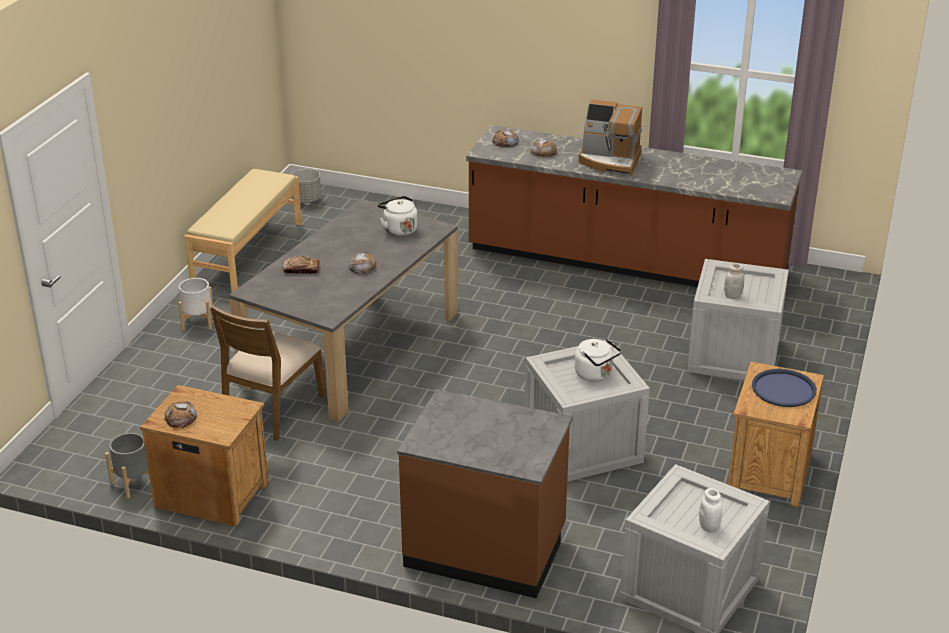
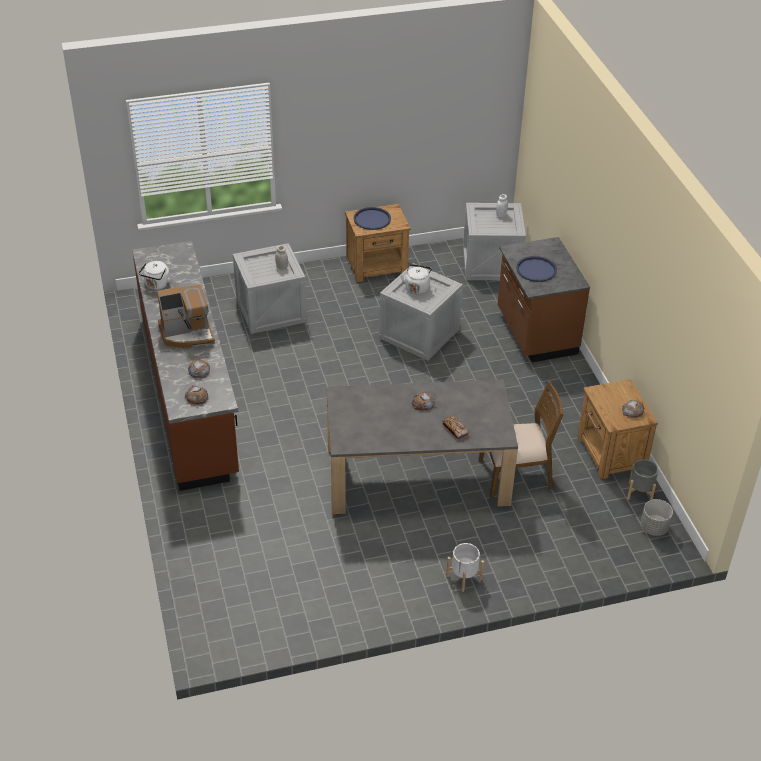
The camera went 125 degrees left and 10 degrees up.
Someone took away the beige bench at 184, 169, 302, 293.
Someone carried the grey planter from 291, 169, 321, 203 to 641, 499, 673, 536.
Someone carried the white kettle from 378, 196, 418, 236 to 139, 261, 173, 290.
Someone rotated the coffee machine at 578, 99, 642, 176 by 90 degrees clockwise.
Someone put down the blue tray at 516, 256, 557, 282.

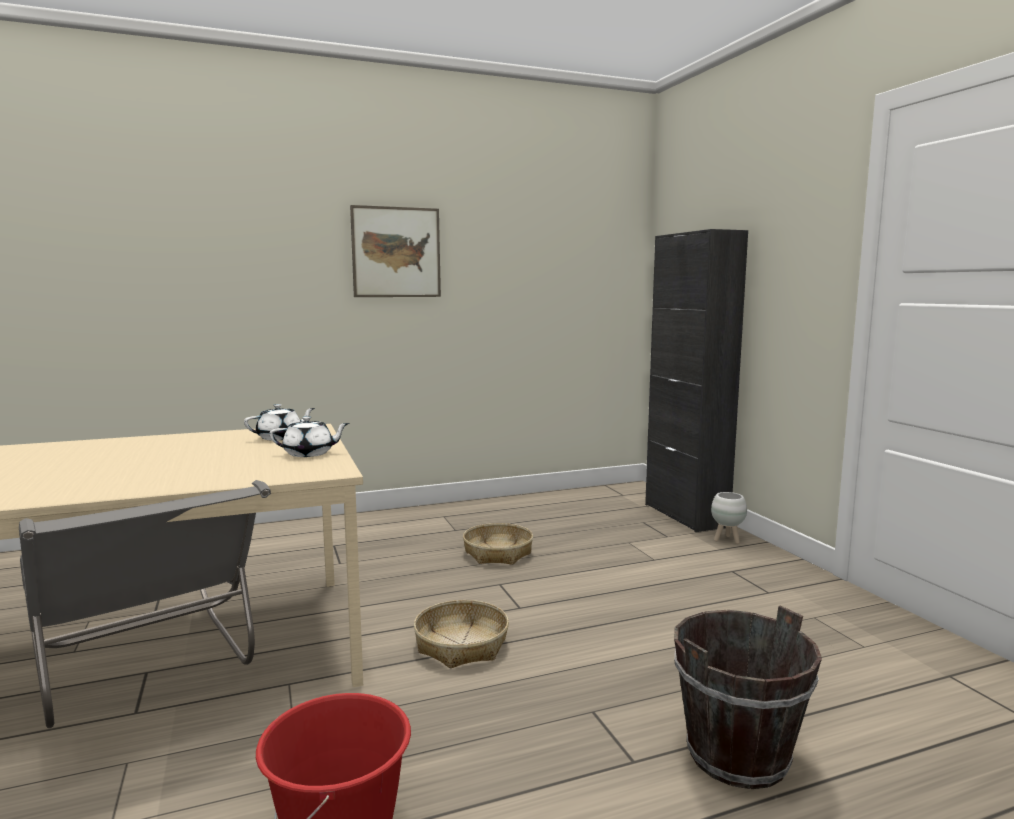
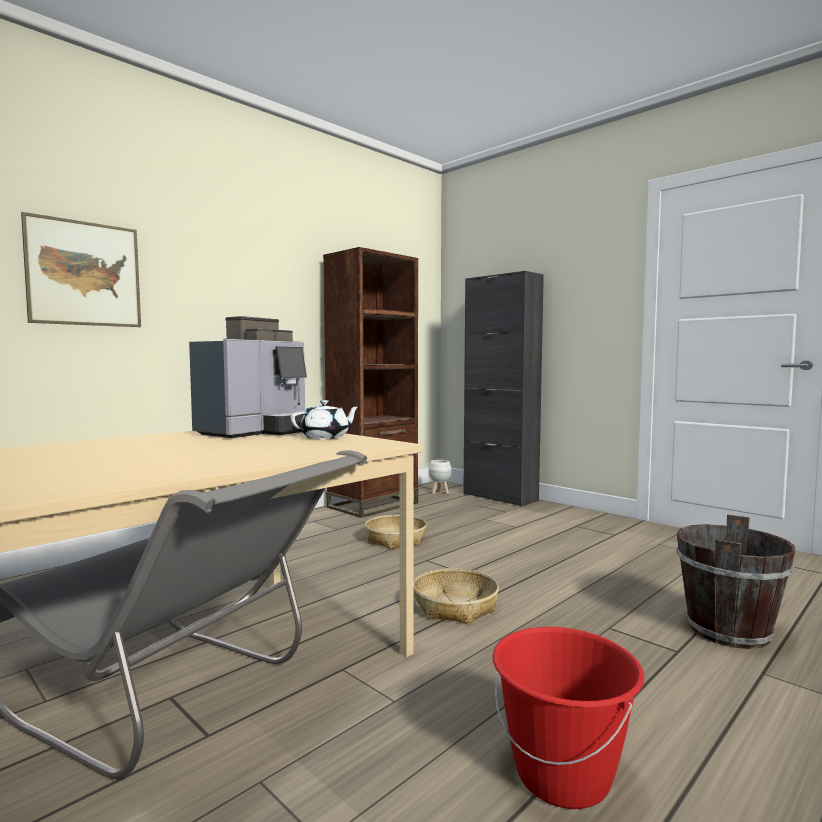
The camera went 25 degrees left and 5 degrees down.
Someone swapped the white teapot at 244, 404, 315, 441 for the coffee machine at 189, 316, 307, 438.
Someone carried the picture from 350, 205, 441, 297 to 21, 212, 141, 327.
Someone carried the white planter from 711, 492, 747, 544 to 428, 460, 452, 494.
Someone put down the brown bookcase at 323, 247, 418, 518.

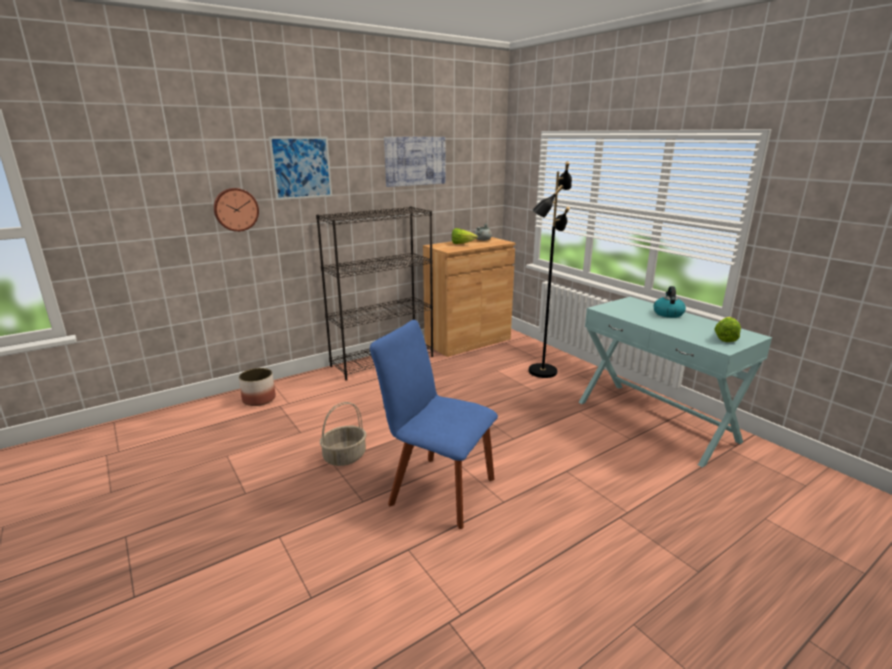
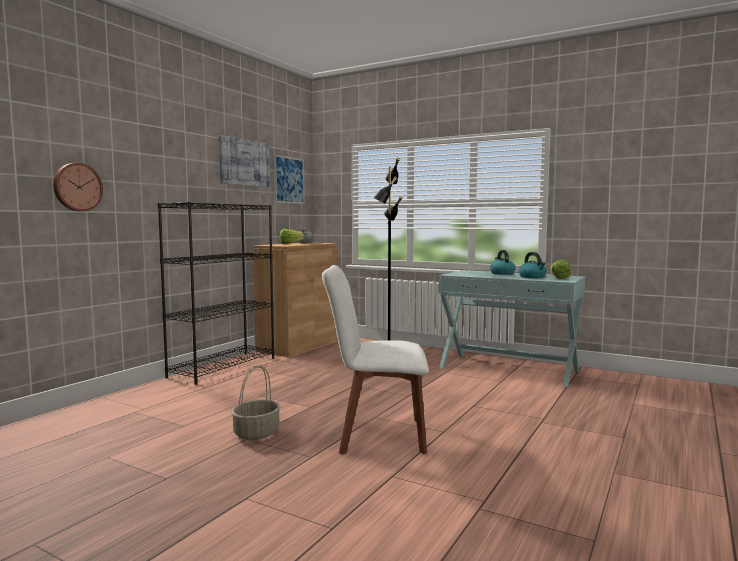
The camera went 25 degrees left and 15 degrees down.
Someone took away the planter at 239, 368, 276, 406.
Someone carried the picture from 269, 137, 332, 200 to 274, 155, 305, 204.
Someone repainted the blue chair at 370, 320, 498, 529, which became the white chair at 322, 265, 429, 455.
Someone put down the kettle at 519, 252, 546, 278.

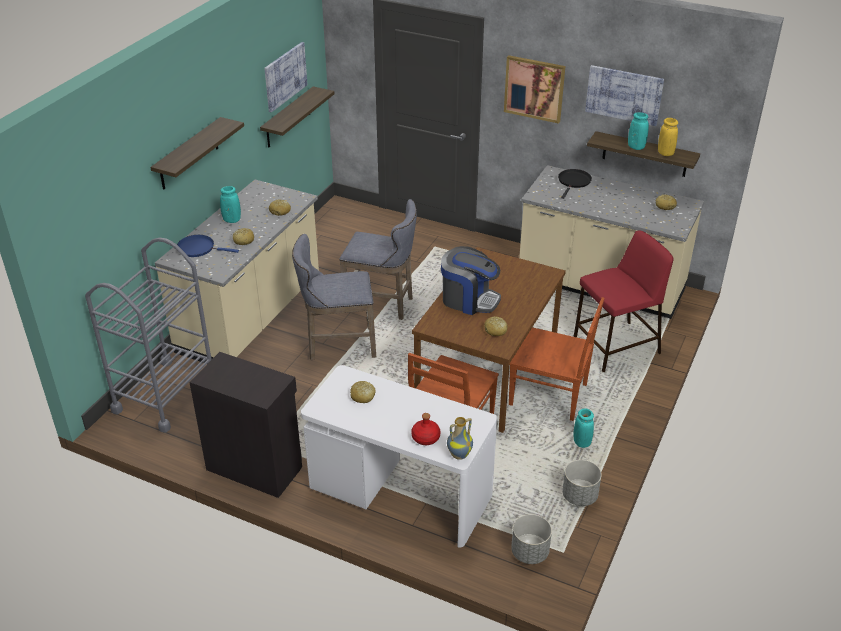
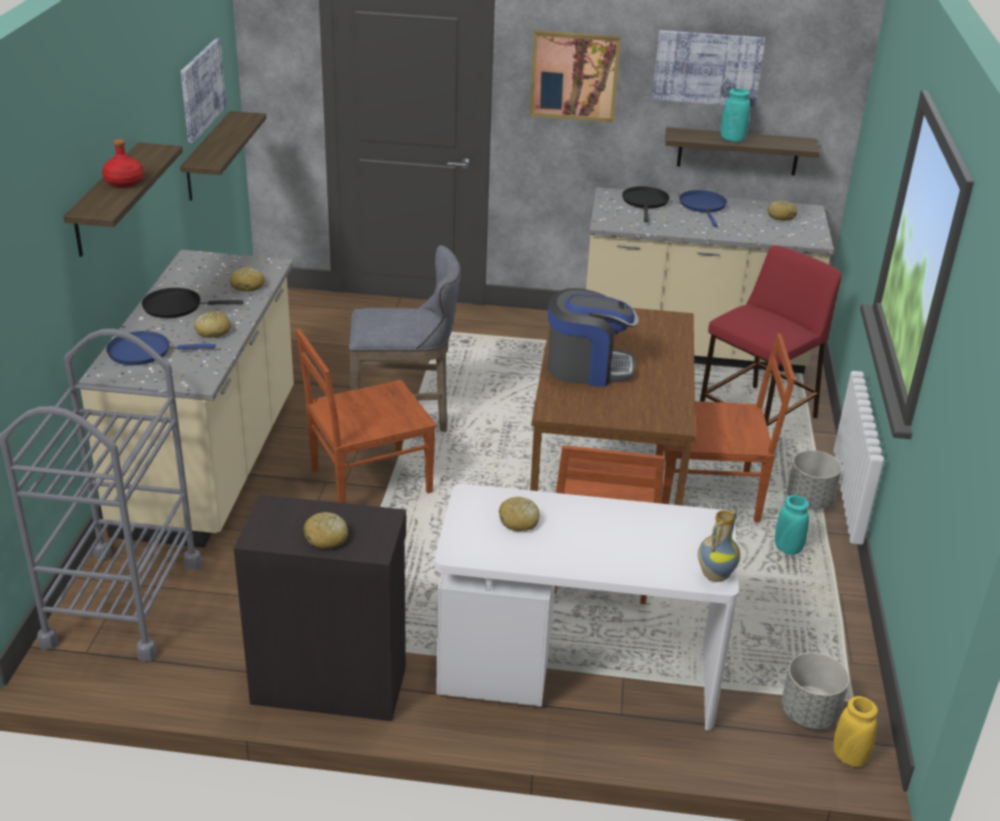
The camera went 20 degrees left and 5 degrees down.
Someone swapped the turquoise vase at 220, 186, 241, 223 for the black frying pan at 142, 288, 243, 318.
Someone swapped the grey stool at 292, 234, 376, 361 for the brown chair at 296, 329, 437, 503.
Someone carried the red bottle from 411, 413, 441, 445 to 102, 139, 144, 187.
Someone carried the bread from 484, 317, 507, 336 to 304, 512, 348, 549.
Someone carried the grey planter from 562, 460, 602, 506 to 787, 450, 842, 509.
Someone carried the yellow vase from 658, 118, 678, 156 to 834, 696, 878, 767.
Someone put down the blue frying pan at 679, 190, 727, 227.

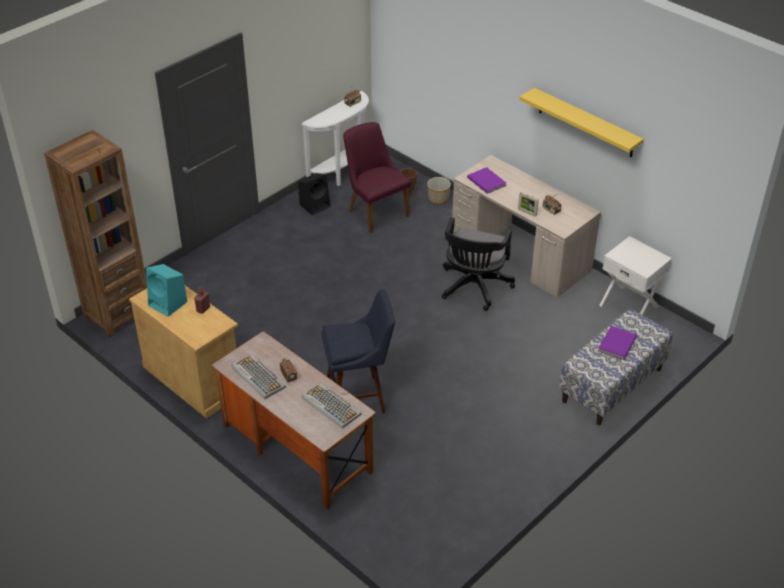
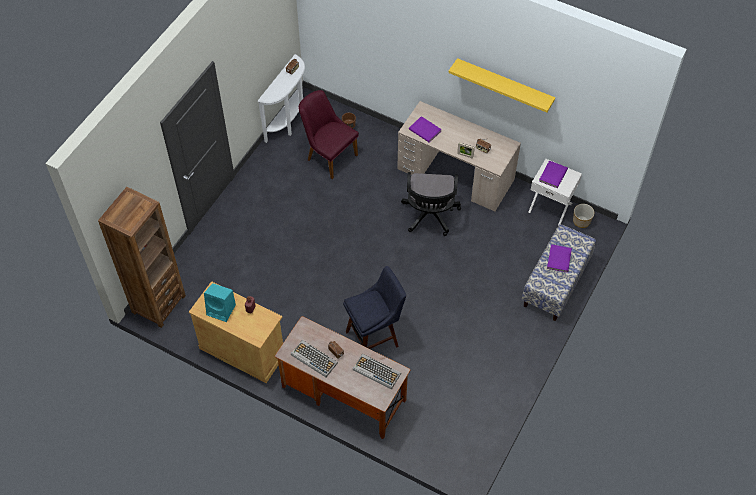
The camera went 15 degrees left and 15 degrees up.
Someone took away the black speaker at 298, 173, 331, 215.
Someone carried the planter from 427, 177, 451, 204 to 573, 204, 594, 228.
Someone put down the purple book at 539, 160, 568, 188.

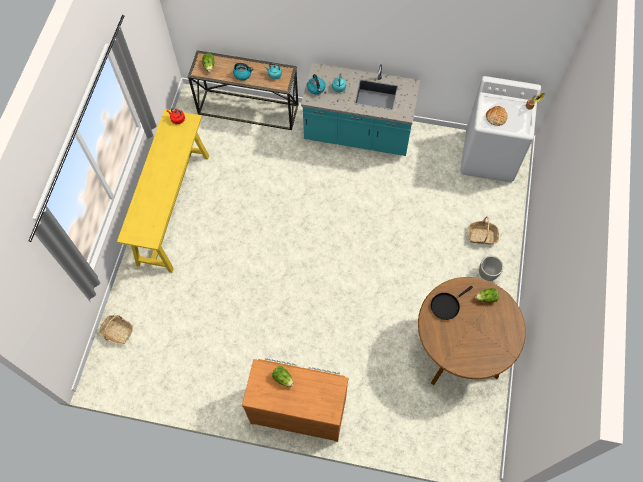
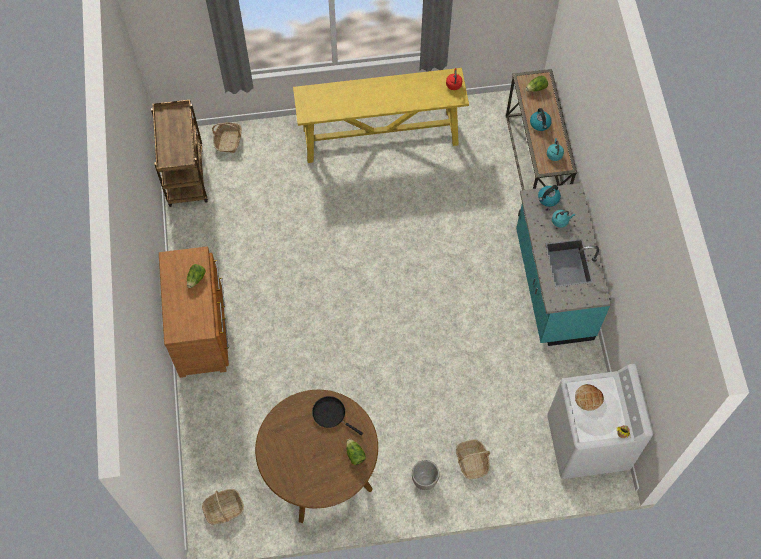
The camera went 70 degrees right and 0 degrees up.
Someone put down the brown cart at 151, 100, 208, 207.
Someone put down the basket at 202, 489, 244, 525.

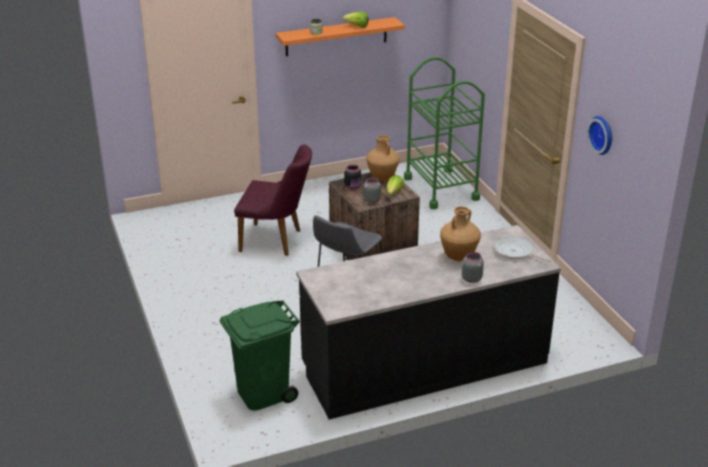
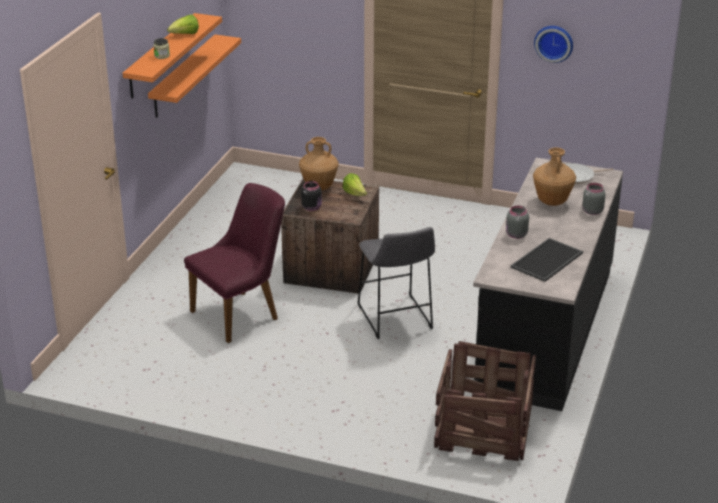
The camera went 50 degrees left and 0 degrees up.
Someone swapped the green trash can at 220, 301, 300, 411 for the crate at 434, 341, 536, 461.
Someone carried the grey jar from 364, 177, 381, 203 to 506, 206, 529, 239.
Someone took away the green cart at 404, 57, 485, 209.
Someone put up the orange shelf at 148, 34, 241, 118.
Someone put down the tray at 510, 238, 583, 282.

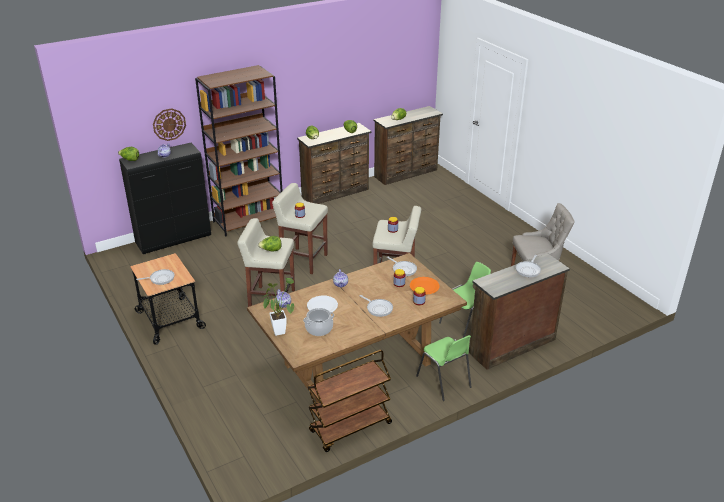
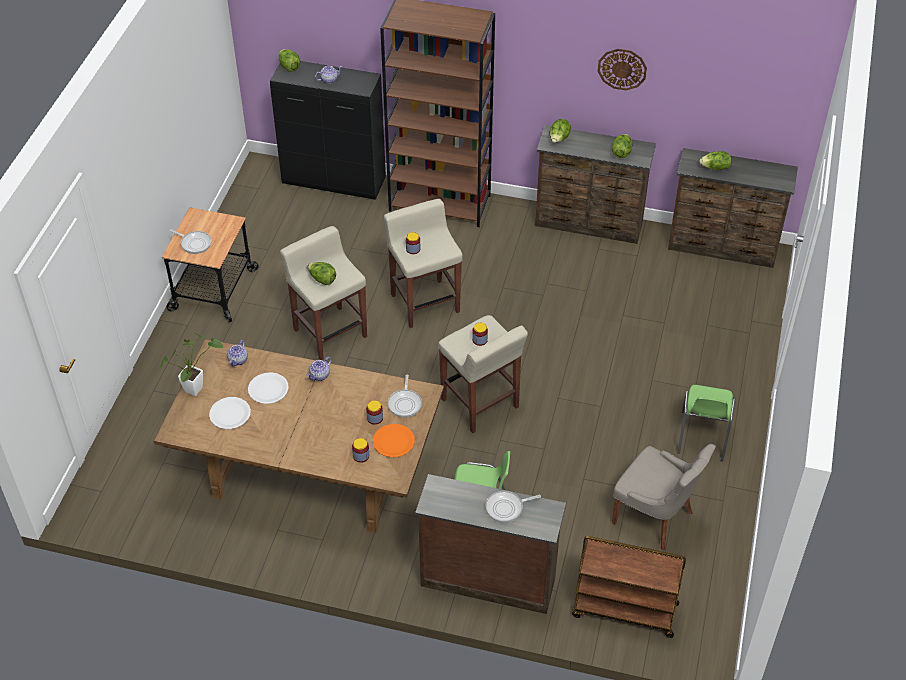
The camera went 45 degrees right and 15 degrees up.
Someone carried the wall clock from 153, 108, 186, 141 to 598, 49, 647, 90.
Someone swapped the cooking pot at 303, 308, 334, 336 for the white plate at 209, 397, 251, 429.
Someone carried the brown cart from 308, 350, 392, 452 to 572, 536, 686, 638.
Someone took away the frying pan at 360, 295, 393, 317.
Someone carried the green chair from 416, 335, 472, 401 to 678, 385, 736, 461.

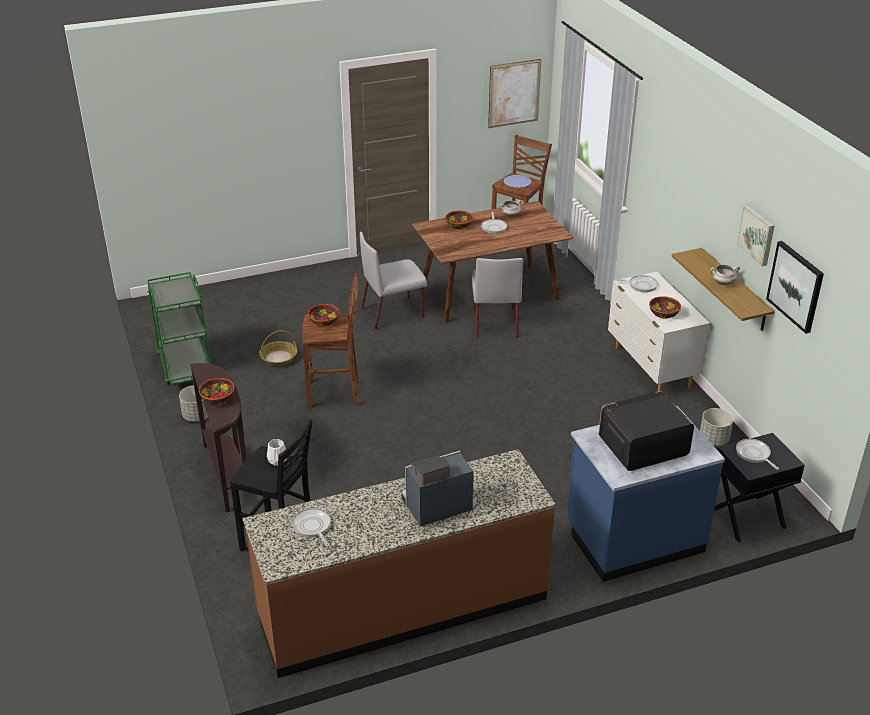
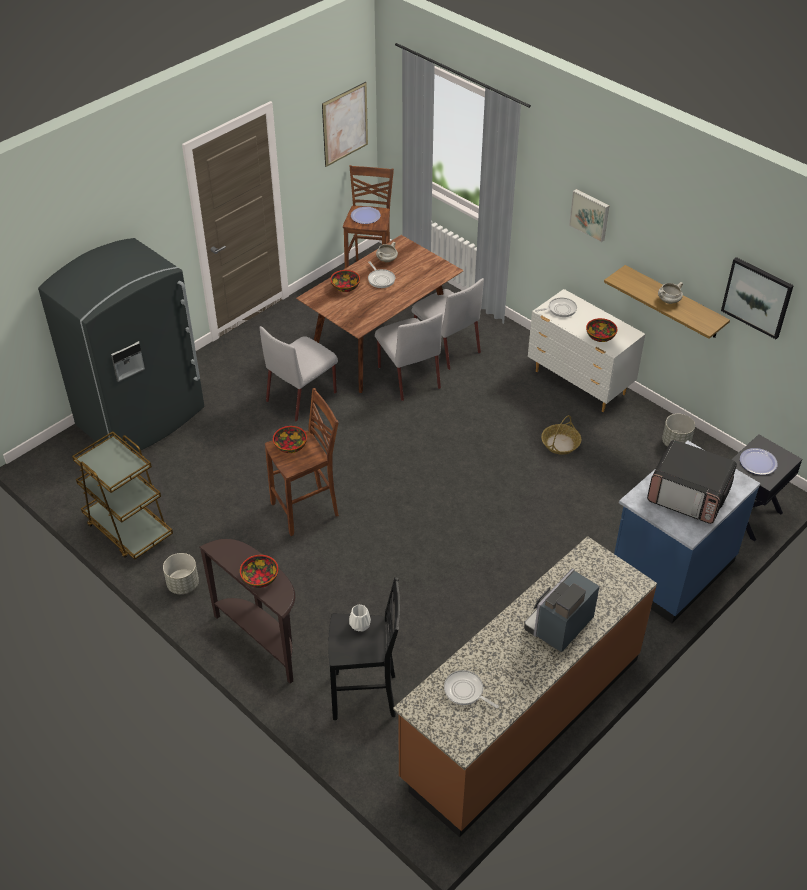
The camera went 25 degrees left and 10 degrees up.
Someone repainted the green cart at 147, 272, 212, 385, which became the brown cart at 72, 431, 173, 560.
Someone carried the basket from 259, 330, 297, 366 to 541, 415, 581, 455.
Someone rotated the microwave at 599, 391, 694, 471 by 105 degrees counterclockwise.
Someone swapped the frying pan at 736, 439, 779, 470 for the plate at 740, 448, 777, 475.
Someone carried the picture from 737, 205, 774, 266 to 569, 189, 610, 242.
Someone put down the grey fridge at 38, 238, 204, 453.
Someone put down the grey chair at 412, 278, 484, 370.

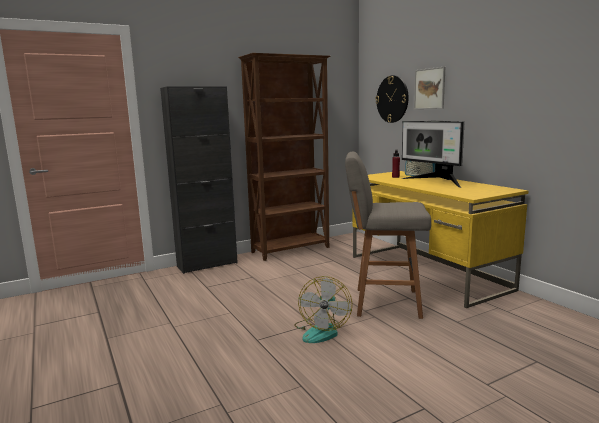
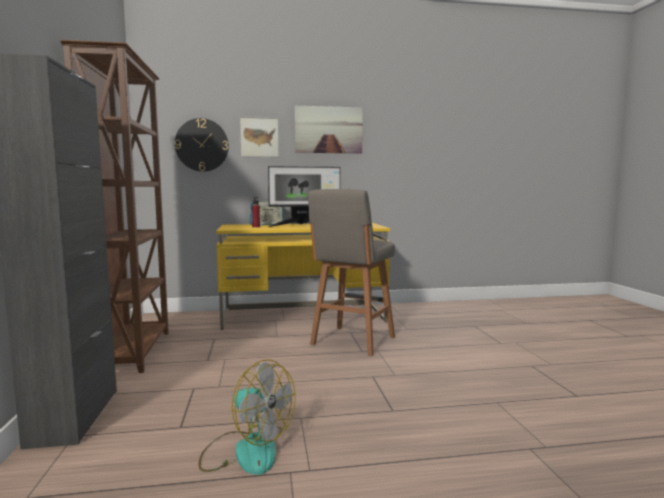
The camera went 70 degrees left and 5 degrees down.
Someone carried the fan from 295, 276, 352, 343 to 198, 360, 295, 475.
Someone put up the picture at 295, 106, 363, 154.

